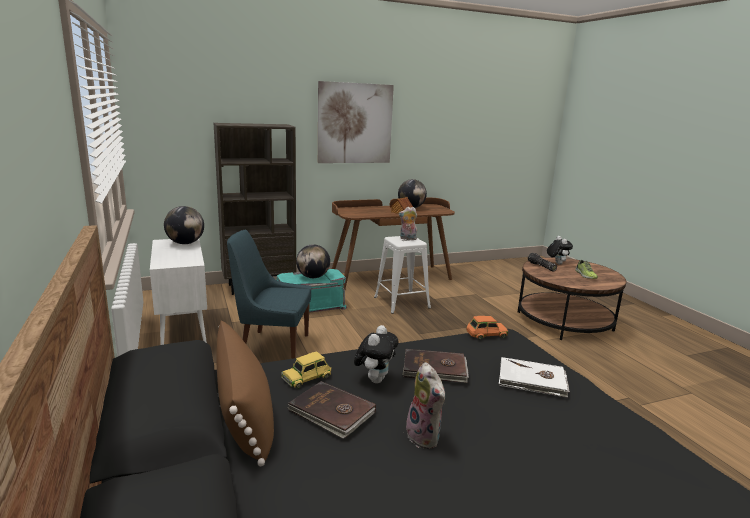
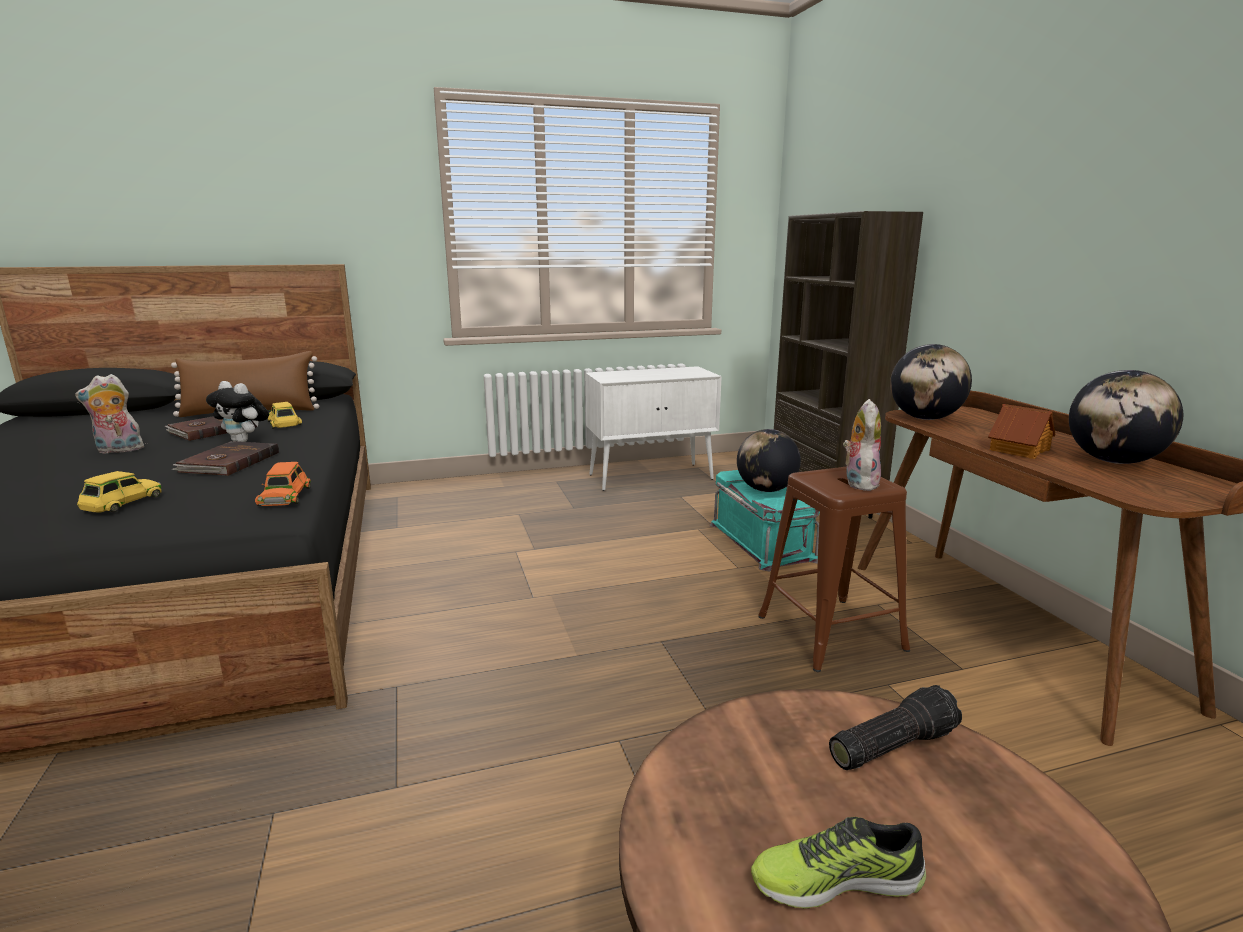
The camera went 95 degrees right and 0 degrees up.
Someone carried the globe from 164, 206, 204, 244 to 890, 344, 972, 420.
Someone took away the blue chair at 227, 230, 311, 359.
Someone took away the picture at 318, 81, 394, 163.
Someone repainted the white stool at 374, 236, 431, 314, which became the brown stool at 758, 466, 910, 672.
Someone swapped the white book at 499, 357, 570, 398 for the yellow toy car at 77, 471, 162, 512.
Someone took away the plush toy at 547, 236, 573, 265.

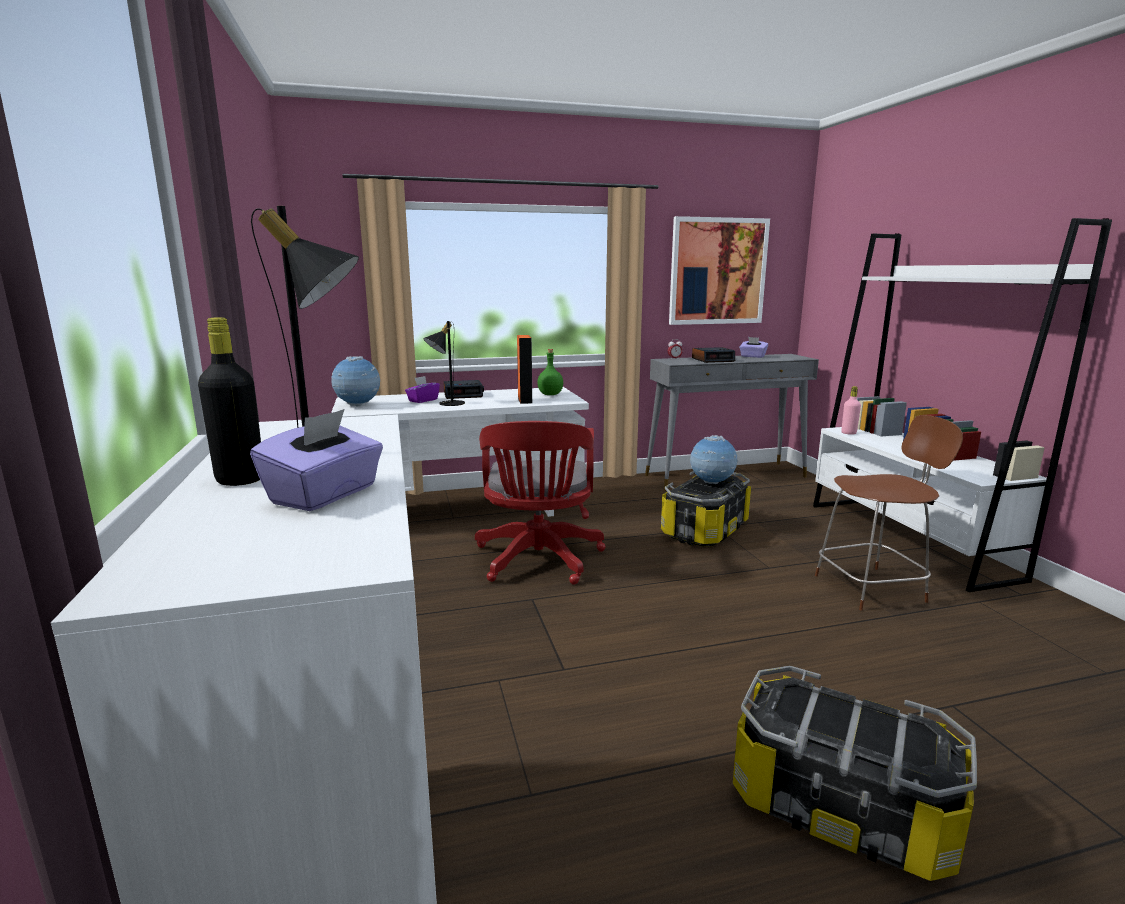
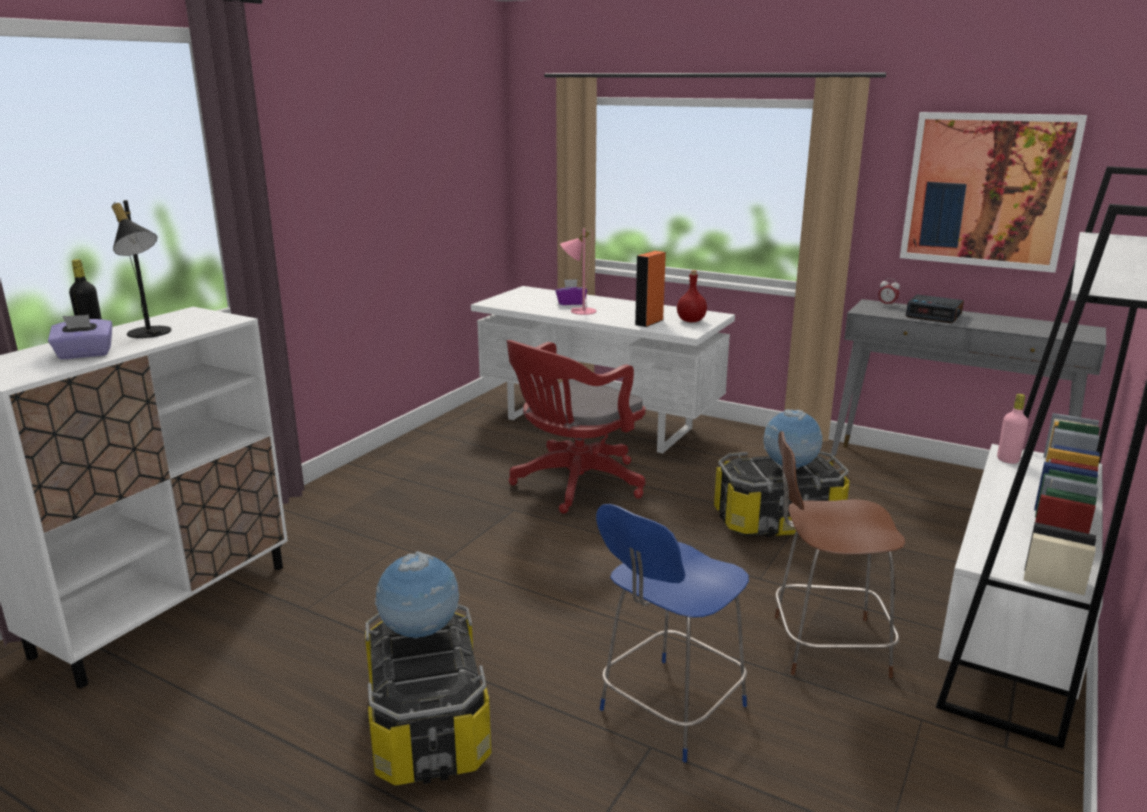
The camera went 45 degrees right and 5 degrees up.
Someone carried the globe from 331, 356, 380, 407 to 374, 551, 460, 639.
Someone repainted the black table lamp at 424, 321, 465, 406, which became the pink table lamp at 560, 229, 596, 315.
Someone took away the alarm clock at 443, 380, 484, 399.
Someone repainted the green bottle at 537, 349, 563, 395, which became the red bottle at 677, 270, 707, 322.
Someone took away the purple tissue box at 739, 337, 768, 358.
Someone rotated the brown chair at 815, 415, 963, 611 by 150 degrees clockwise.
Someone put down the blue chair at 596, 504, 749, 763.

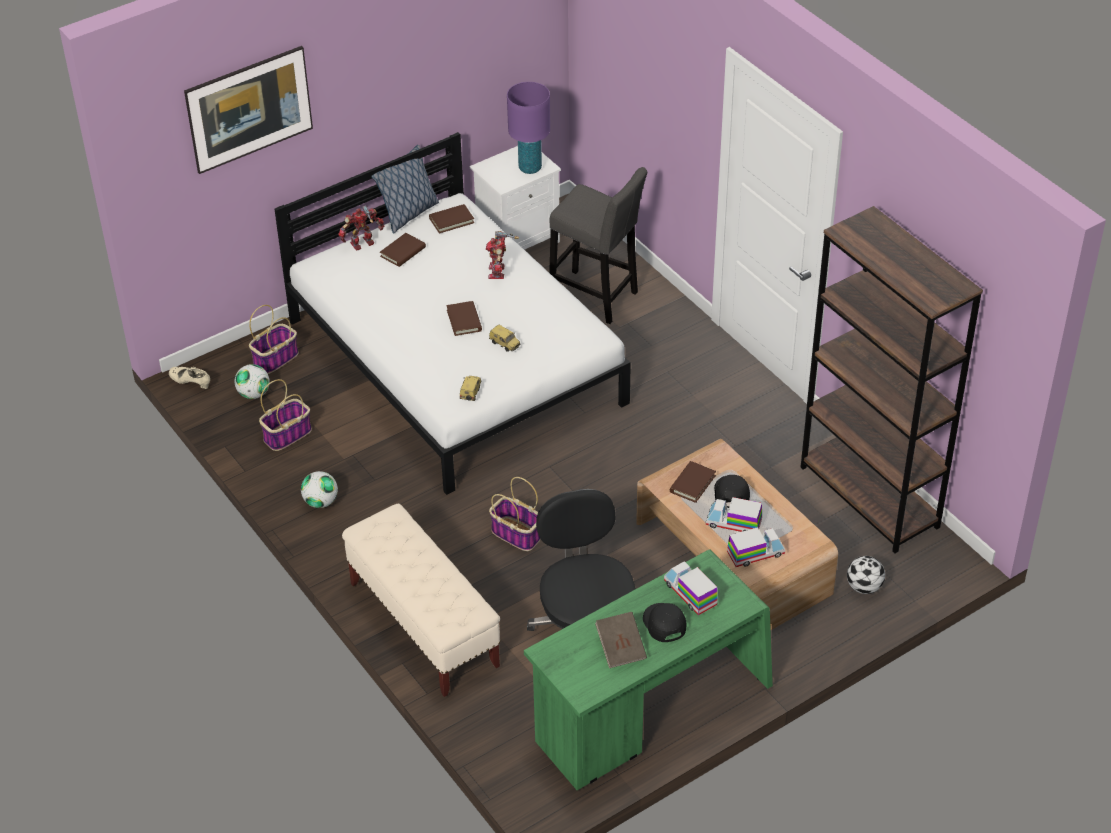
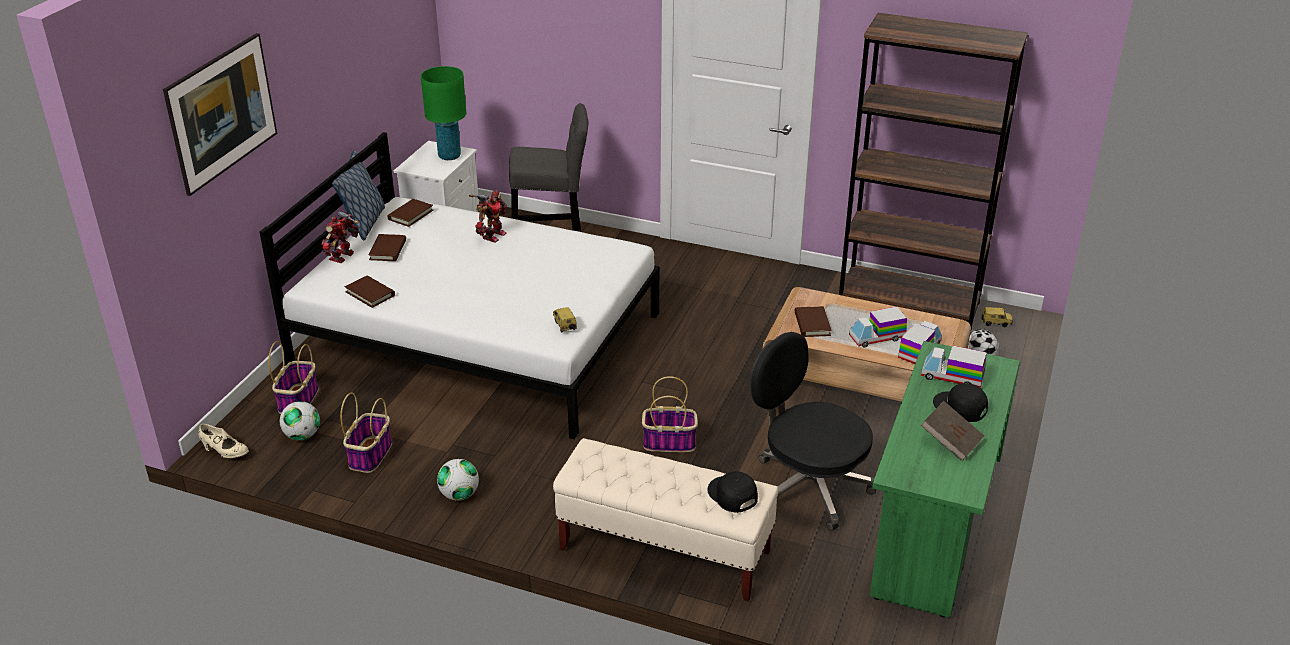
The camera went 35 degrees left and 10 degrees down.
Someone rotated the beige shoe at 169, 367, 210, 389 by 150 degrees counterclockwise.
Someone carried the brown book from 446, 301, 482, 336 to 345, 276, 395, 308.
Someone rotated the toy robot at 486, 231, 519, 279 by 120 degrees counterclockwise.
Someone carried the toy car from 489, 325, 521, 352 to 982, 307, 1013, 327.
Someone repainted the purple table lamp at 507, 82, 550, 174, which became the green table lamp at 421, 66, 466, 160.
Someone carried the black cap from 714, 475, 750, 508 to 708, 471, 758, 513.

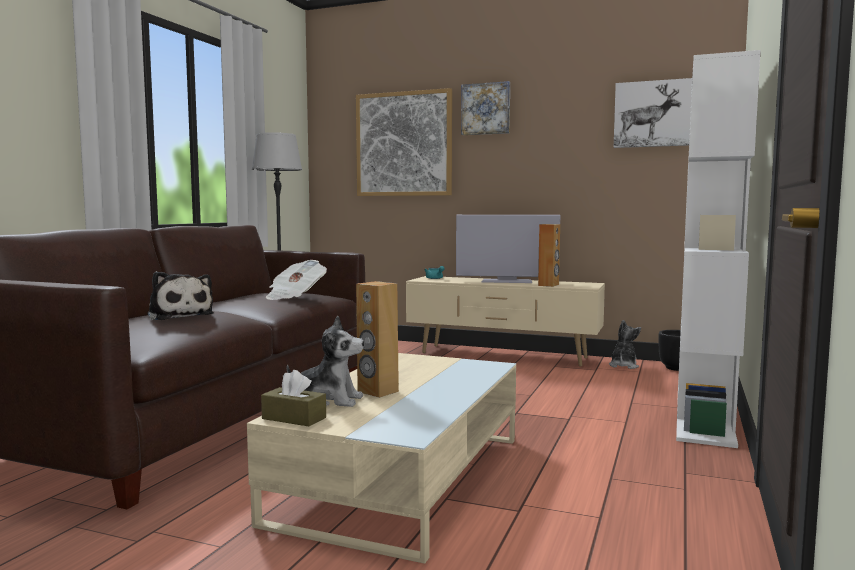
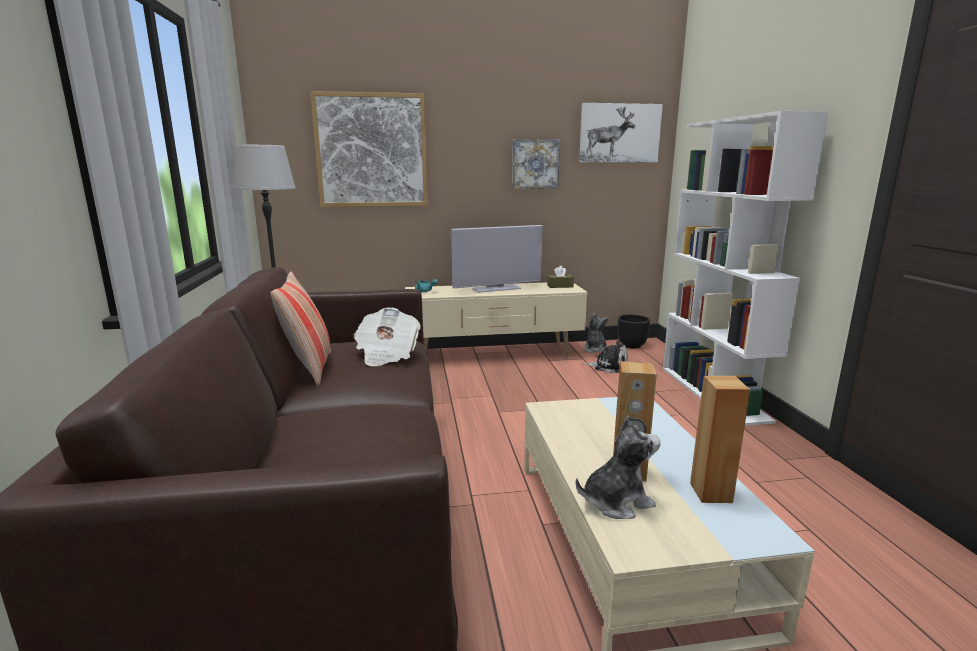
The camera went 30 degrees left and 10 degrees up.
Someone carried the plush toy from 147, 271, 213, 320 to 584, 340, 628, 373.
Someone carried the brown tissue box from 261, 370, 326, 426 to 547, 266, 574, 288.
Someone carried the picture from 461, 81, 510, 135 to 512, 139, 560, 189.
Someone carried the brown speaker from 538, 224, 560, 287 to 690, 376, 750, 503.
Someone put down the pillow at 271, 271, 331, 386.

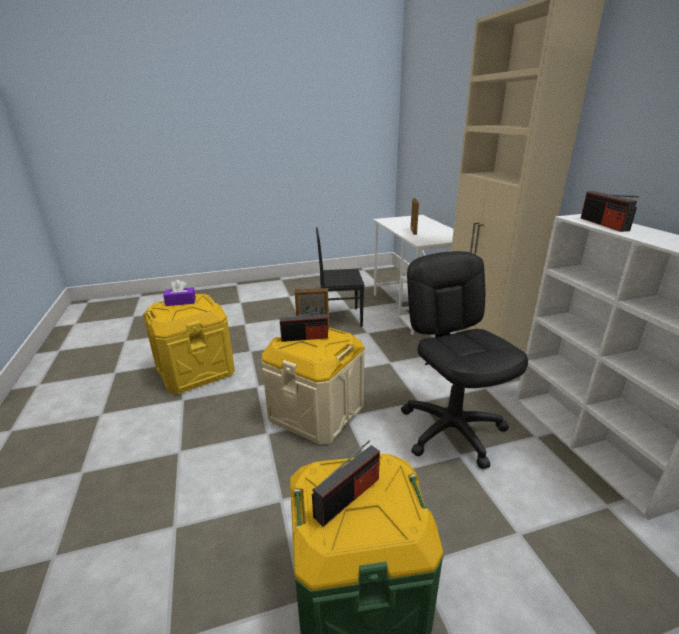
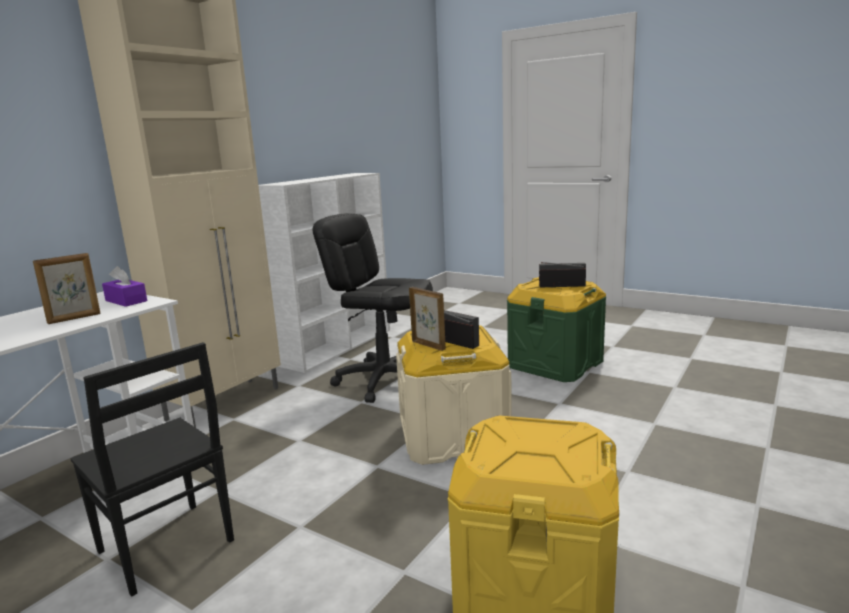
The camera went 130 degrees left and 10 degrees down.
Someone carried the purple tissue box from 163, 280, 196, 306 to 102, 266, 147, 307.
Someone rotated the black office chair at 401, 251, 528, 469 by 90 degrees clockwise.
Someone took away the radio at 581, 191, 639, 232.

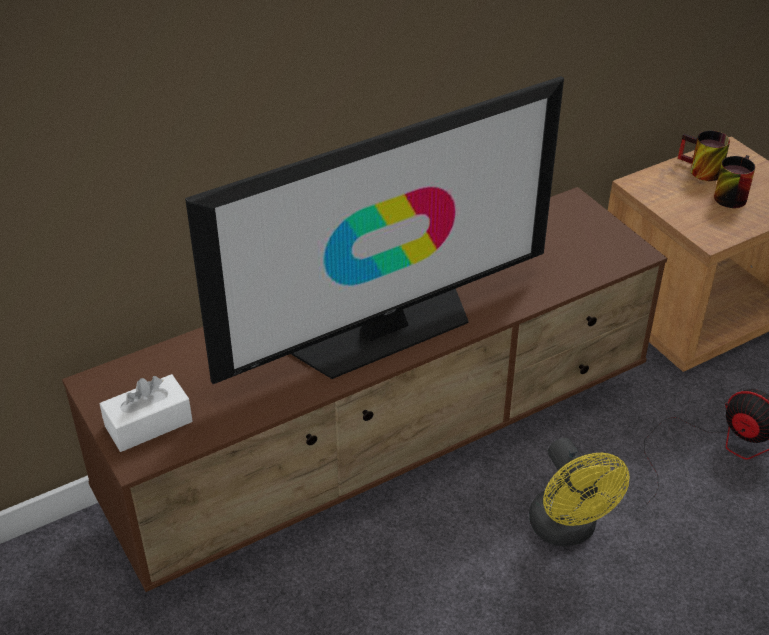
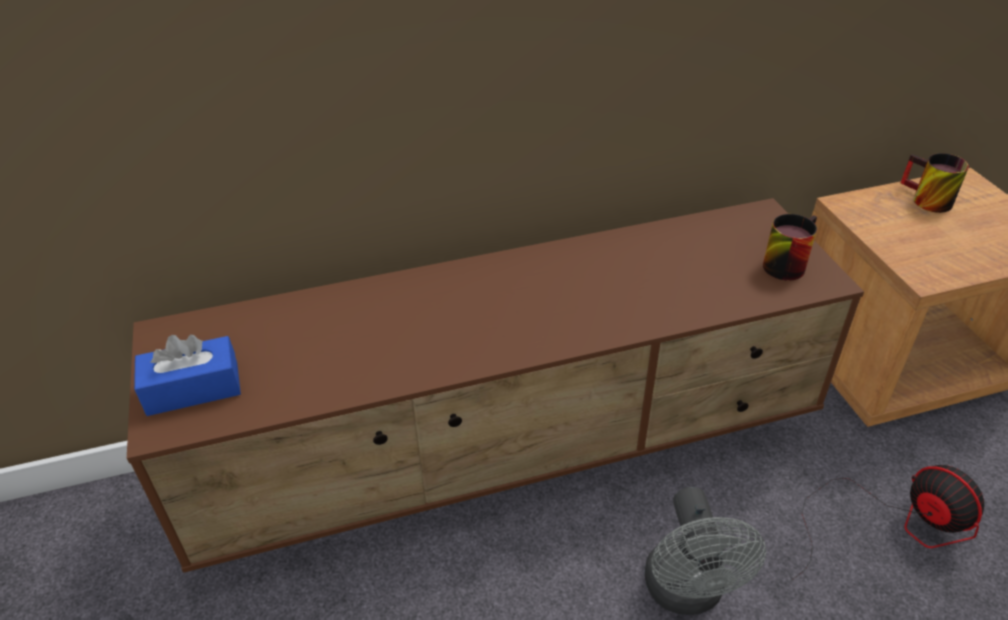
The camera went 15 degrees right and 0 degrees up.
Someone repainted the white tissue box at 100, 374, 193, 452, which became the blue tissue box at 134, 335, 241, 416.
Someone took away the television at 185, 76, 564, 384.
Someone repainted the yellow fan at 529, 438, 630, 547, which became the grey fan at 645, 487, 766, 615.
Someone carried the mug from 714, 155, 755, 208 to 763, 214, 817, 281.

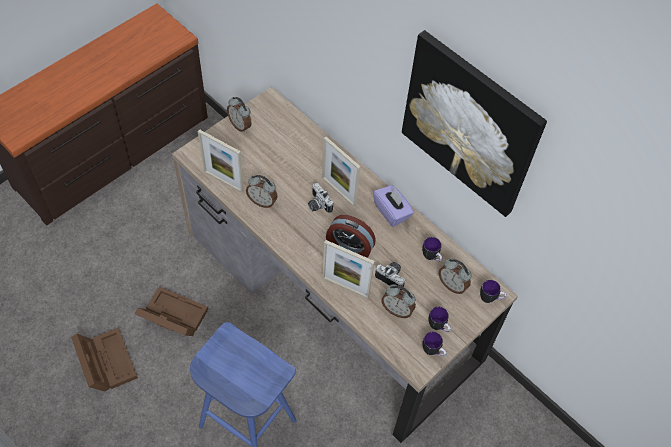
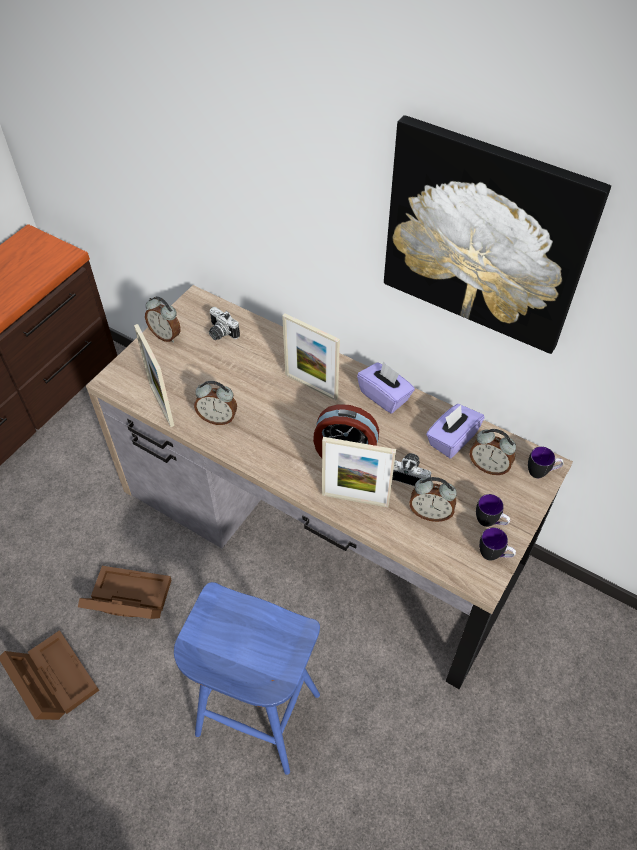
The camera went 10 degrees left and 5 degrees down.
Someone rotated the picture frame at 198, 129, 244, 193 by 45 degrees clockwise.
Someone carried the photo camera from 308, 183, 333, 213 to 209, 307, 240, 340.
Someone swapped the mug at 422, 237, 443, 262 for the purple tissue box at 426, 404, 484, 458.

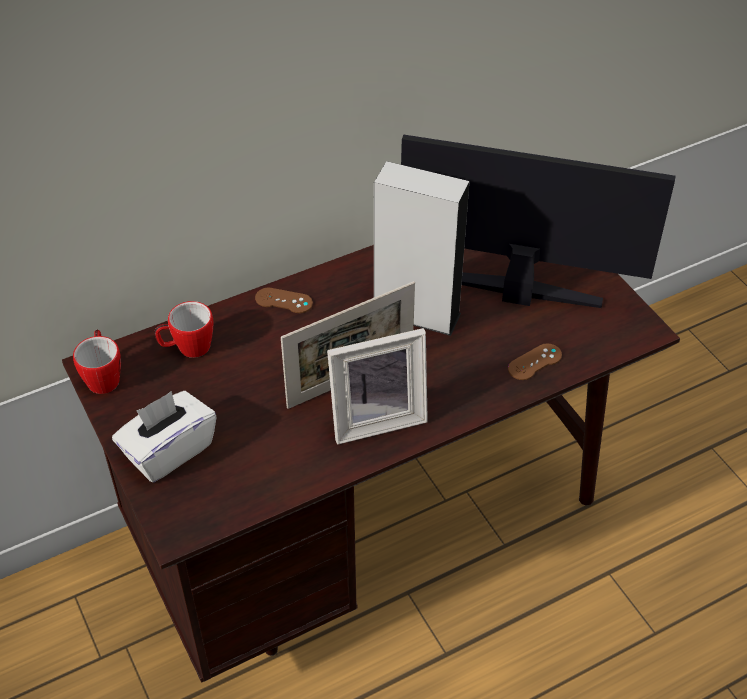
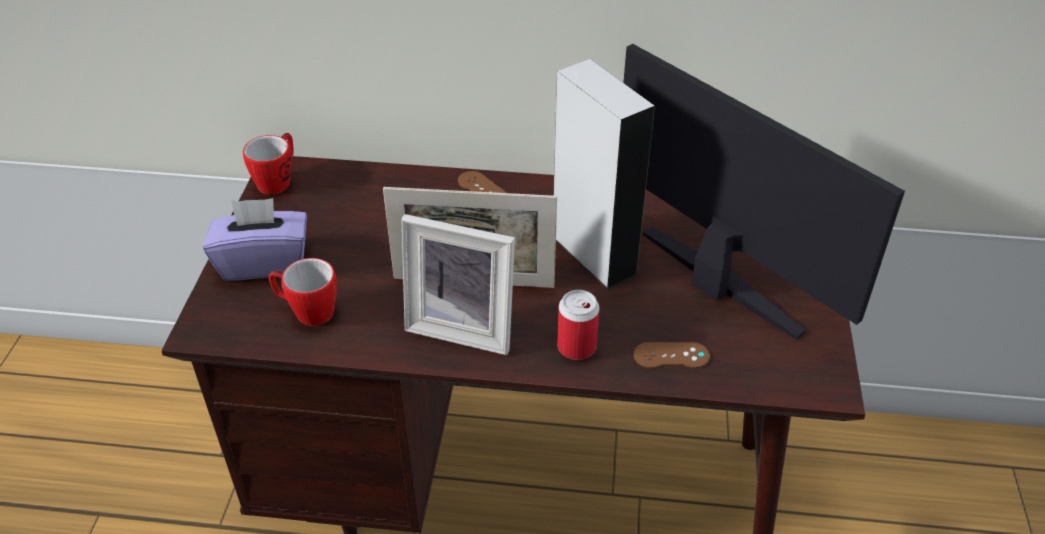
The camera went 35 degrees right and 5 degrees down.
Someone repainted the white tissue box at 112, 391, 216, 482, which became the purple tissue box at 203, 198, 307, 281.
Someone carried the mug from 154, 301, 214, 358 to 268, 258, 337, 326.
Someone put down the can at 557, 290, 600, 360.

